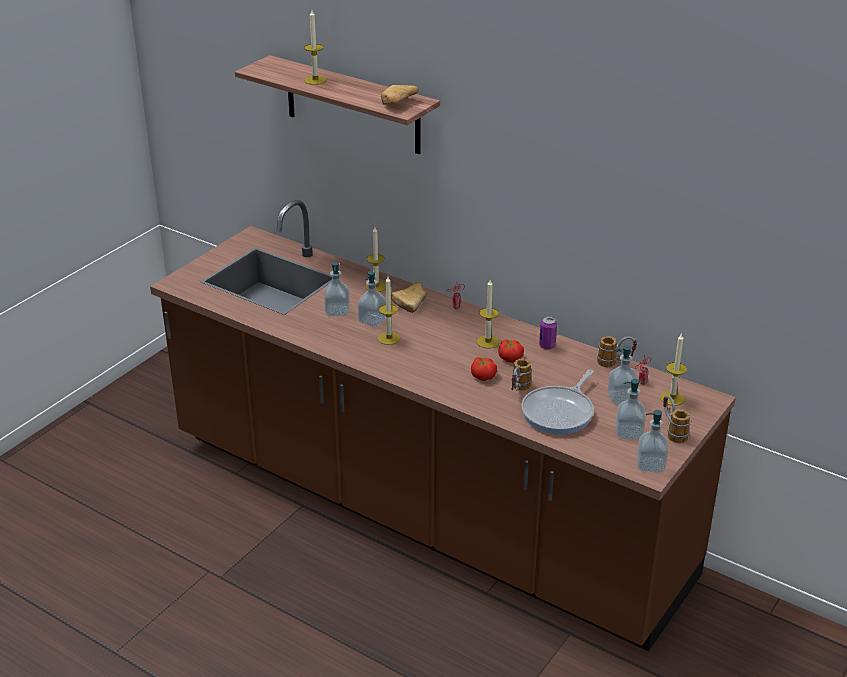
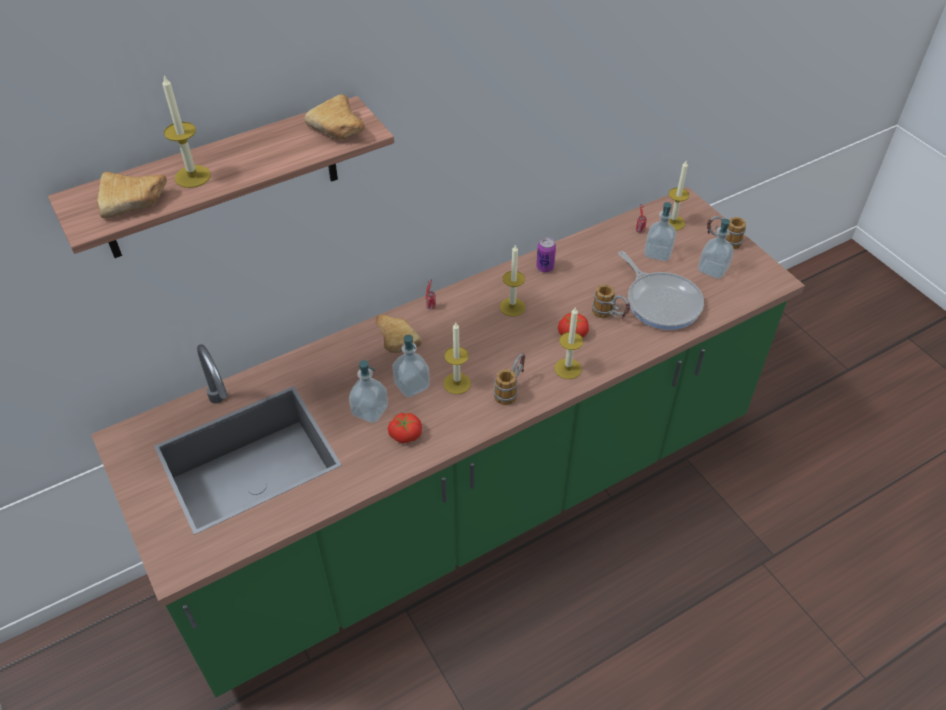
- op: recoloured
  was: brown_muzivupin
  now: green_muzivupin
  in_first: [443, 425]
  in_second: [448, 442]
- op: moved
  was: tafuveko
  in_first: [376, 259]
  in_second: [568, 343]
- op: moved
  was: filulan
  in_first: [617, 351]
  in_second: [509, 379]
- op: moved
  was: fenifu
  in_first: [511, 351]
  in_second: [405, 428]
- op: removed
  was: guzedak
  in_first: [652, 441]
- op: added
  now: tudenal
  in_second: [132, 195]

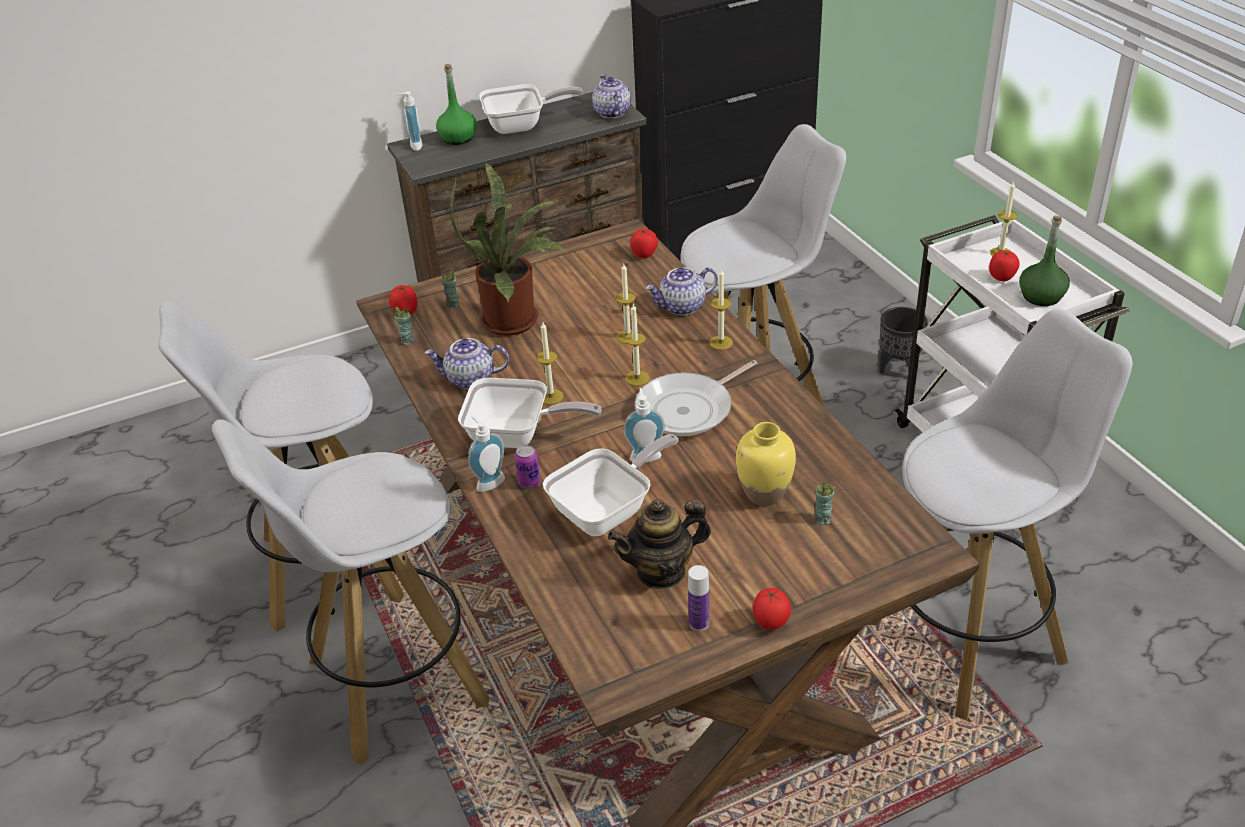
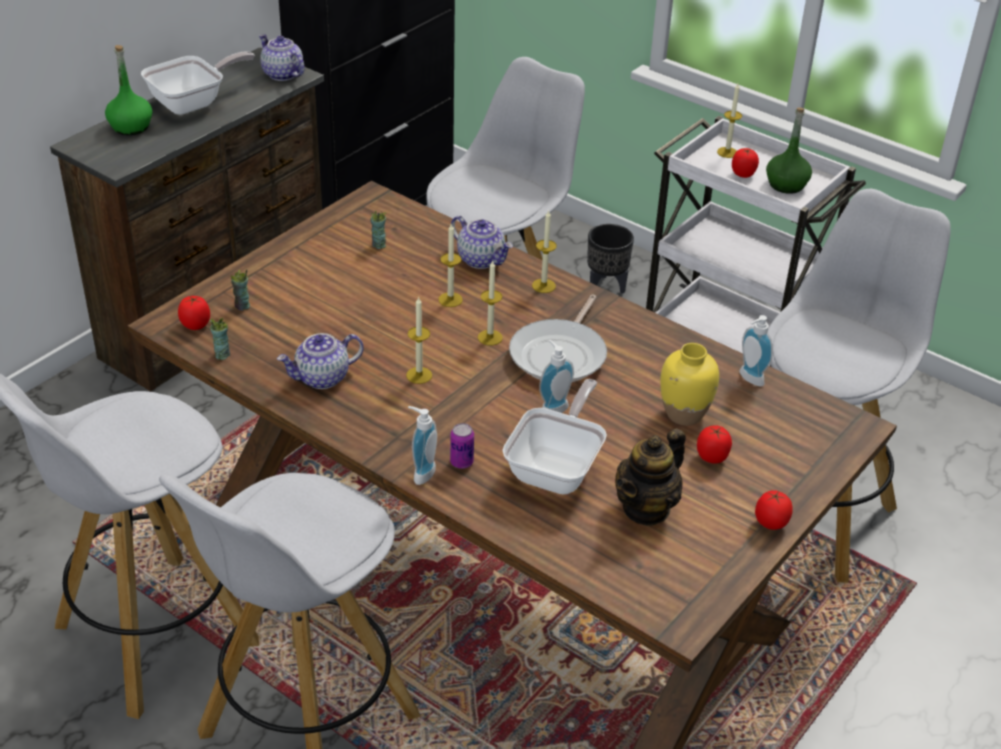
- op: moved
  was: guzedak
  in_first: [409, 121]
  in_second: [756, 350]
- op: removed
  was: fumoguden
  in_first: [508, 249]
- op: moved
  was: fenifu
  in_first: [644, 243]
  in_second: [714, 444]
- op: turned
  was: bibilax
  in_first: [682, 291]
  in_second: [482, 242]
  clockwise: -90
- op: removed
  was: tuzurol
  in_first: [530, 413]
- op: moved
  was: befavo
  in_first: [825, 503]
  in_second: [378, 230]
- op: removed
  was: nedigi
  in_first: [698, 598]

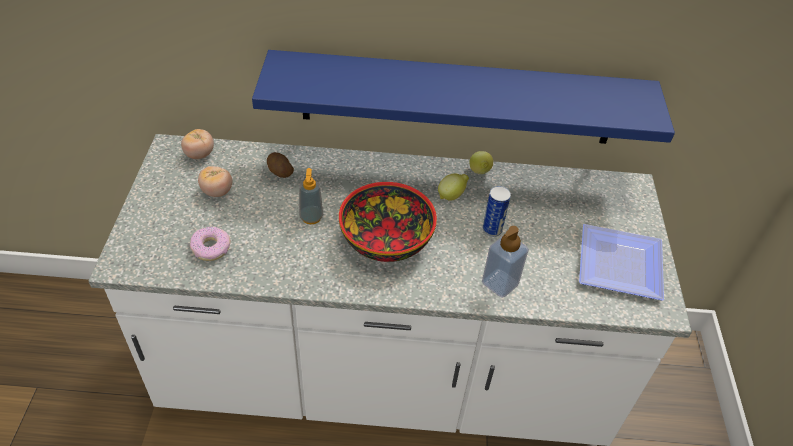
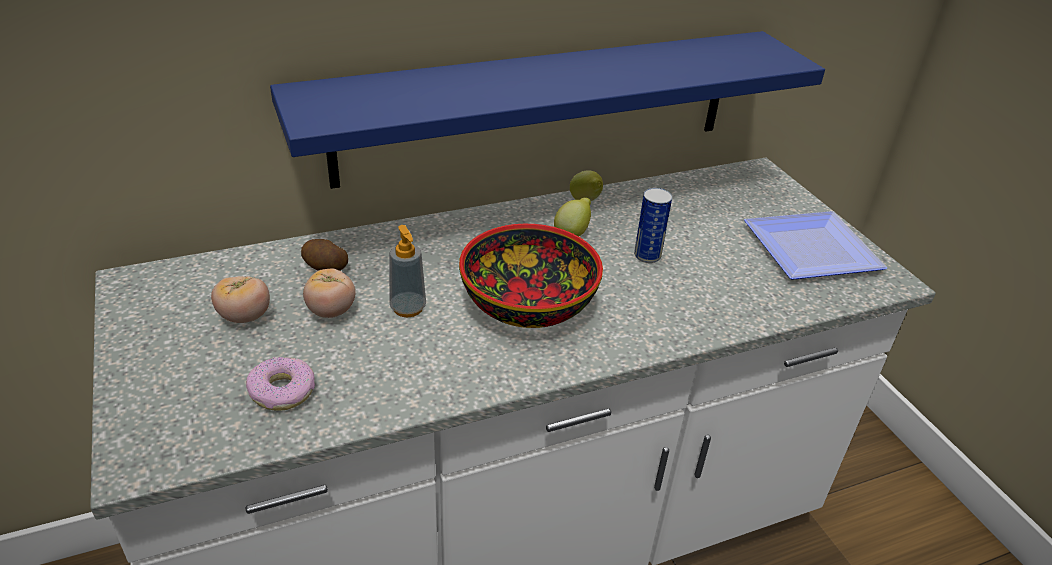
- op: moved
  was: fenifu
  in_first: [197, 144]
  in_second: [329, 293]
- op: removed
  was: guzedak
  in_first: [505, 262]

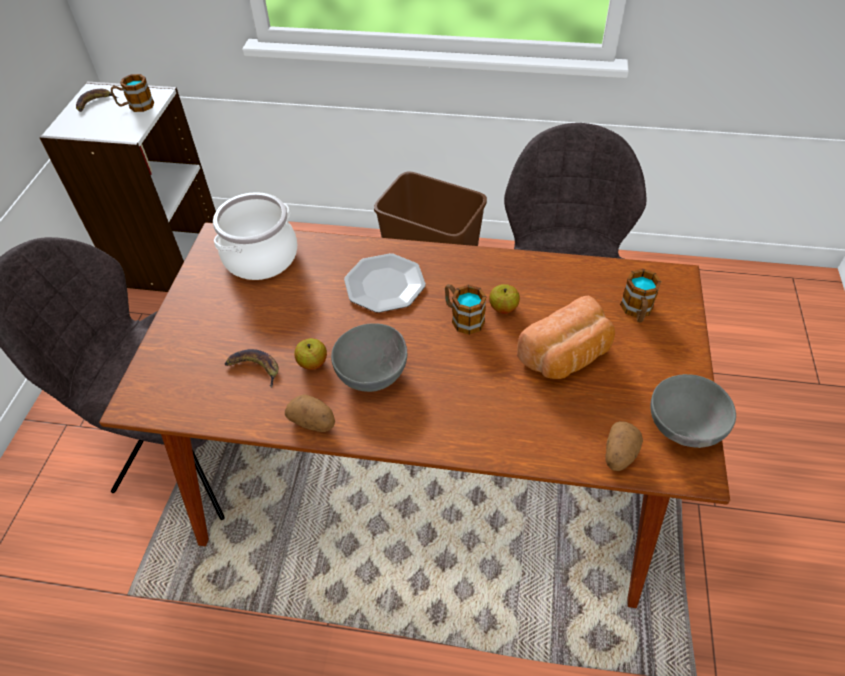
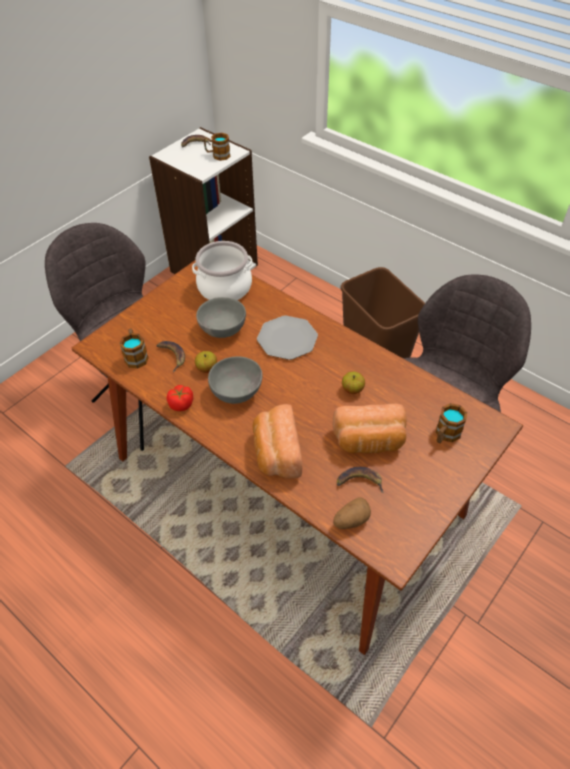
- op: moved
  was: filulan
  in_first: [466, 309]
  in_second: [134, 348]
- op: moved
  was: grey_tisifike
  in_first: [693, 411]
  in_second: [221, 317]
- op: replaced
  was: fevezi
  now: fenifu
  in_first: [310, 413]
  in_second: [180, 398]
- op: added
  now: tudenal
  in_second: [277, 441]
- op: added
  now: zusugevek
  in_second: [360, 480]

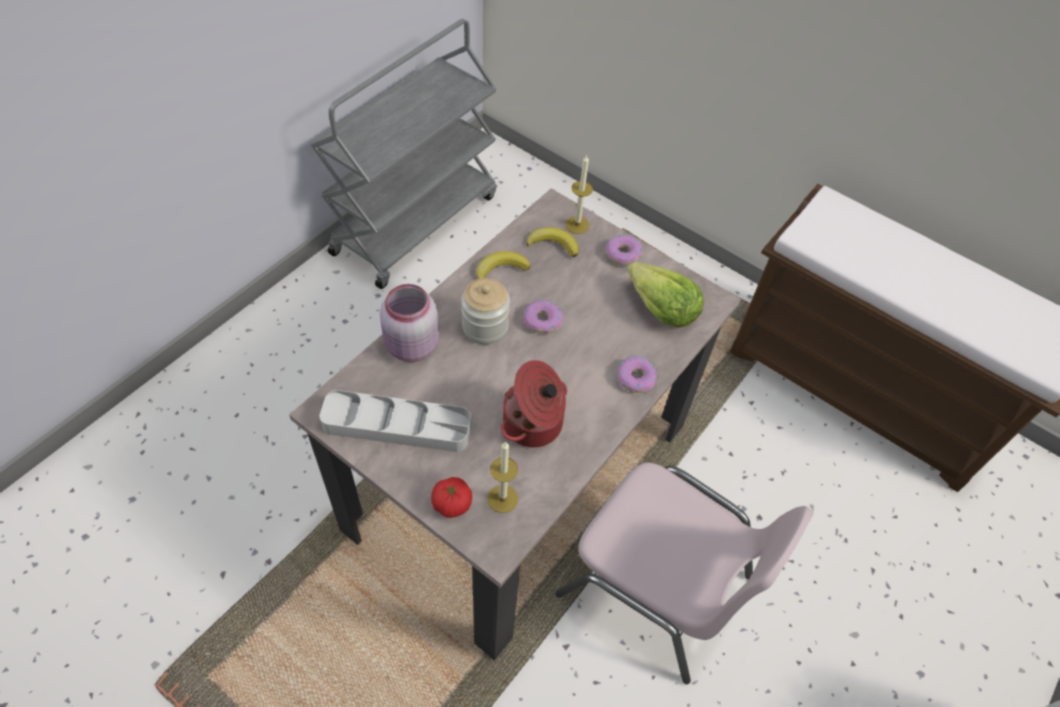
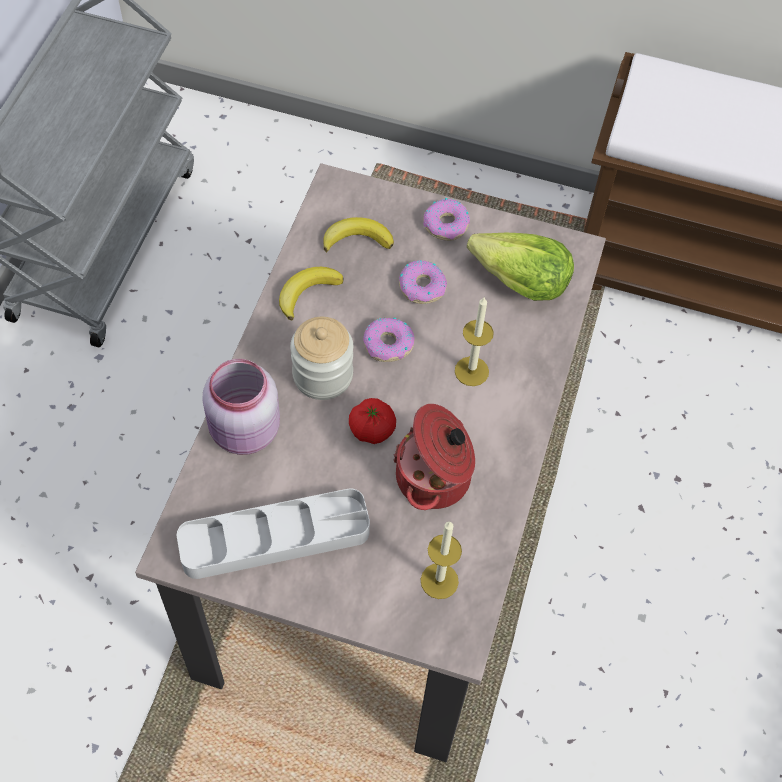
- op: moved
  was: tafuveko
  in_first: [579, 194]
  in_second: [474, 341]
- op: moved
  was: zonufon
  in_first: [637, 374]
  in_second: [423, 282]
- op: removed
  was: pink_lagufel
  in_first: [684, 573]
- op: moved
  was: fenifu
  in_first: [451, 497]
  in_second: [372, 421]

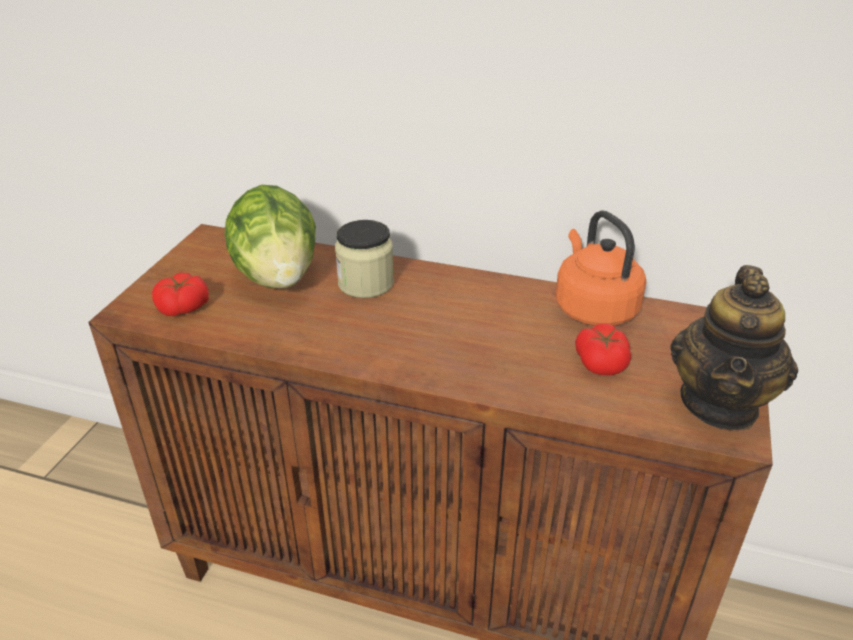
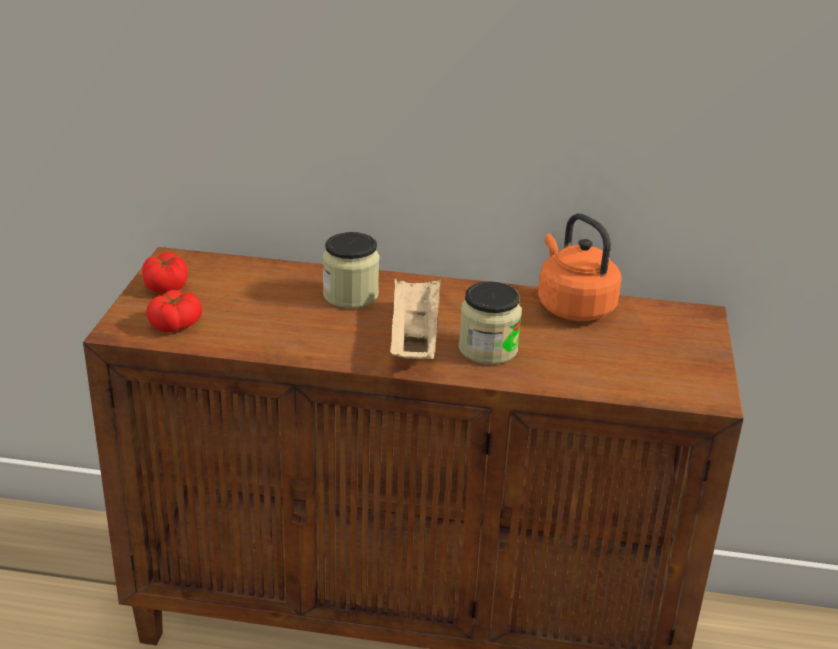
- op: removed
  was: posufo
  in_first: [270, 236]
- op: removed
  was: bibilax
  in_first: [734, 348]
- op: moved
  was: fenifu
  in_first: [603, 349]
  in_second: [165, 272]
- op: added
  now: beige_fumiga
  in_second: [415, 318]
- op: added
  now: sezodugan
  in_second: [490, 322]

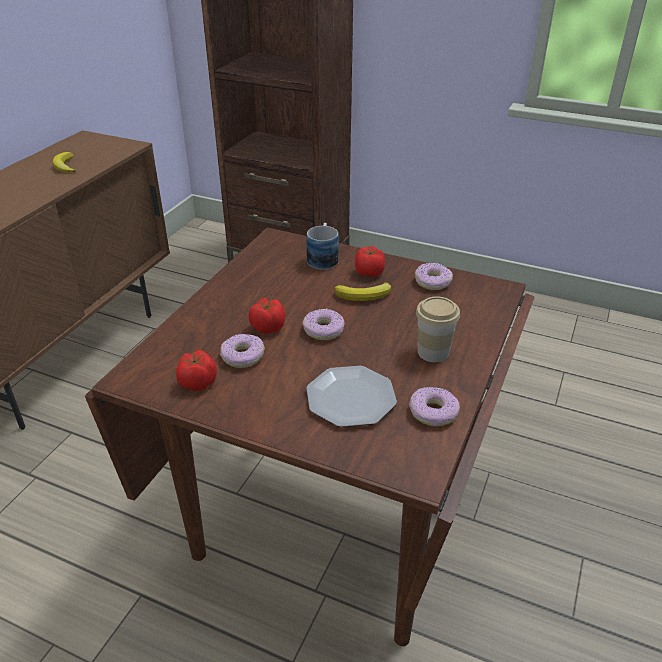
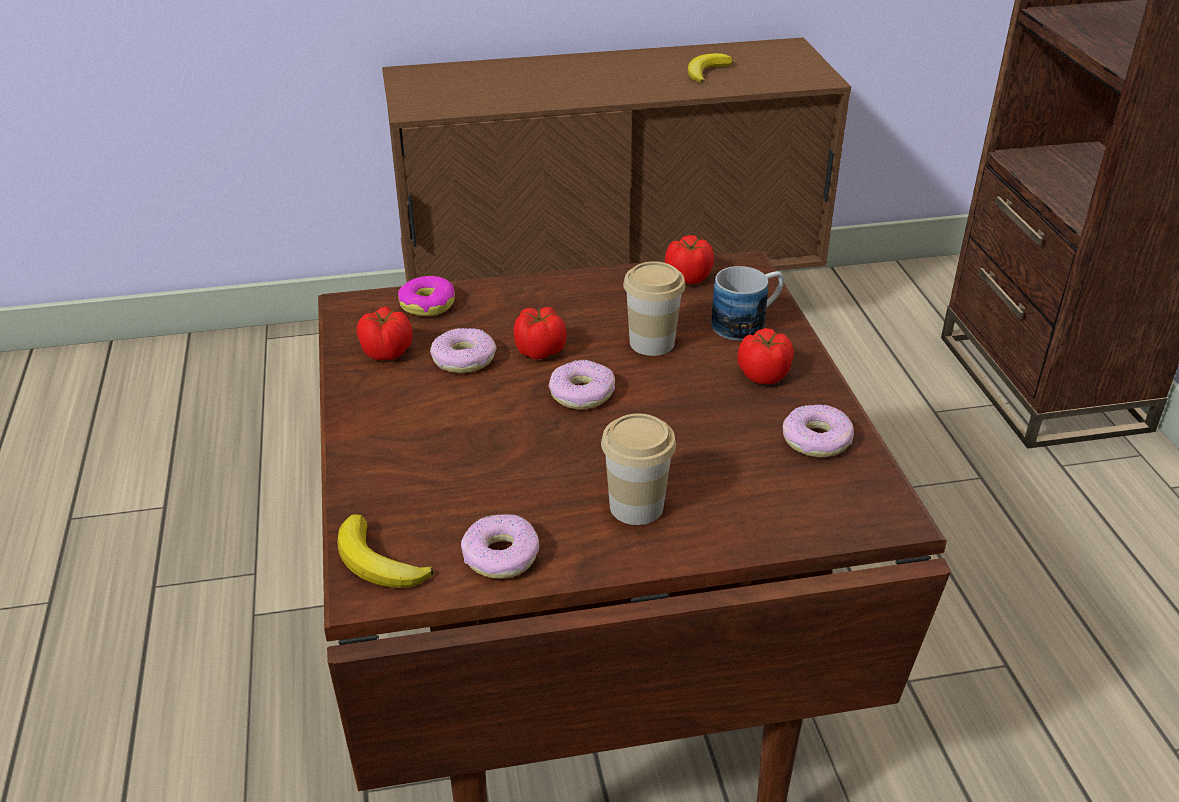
- op: moved
  was: zusugevek
  in_first: [363, 291]
  in_second: [385, 551]
- op: removed
  was: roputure
  in_first: [351, 396]
- op: added
  now: fenifu
  in_second: [689, 259]
- op: added
  now: befavo
  in_second: [654, 309]
- op: added
  now: zonufon
  in_second: [426, 296]

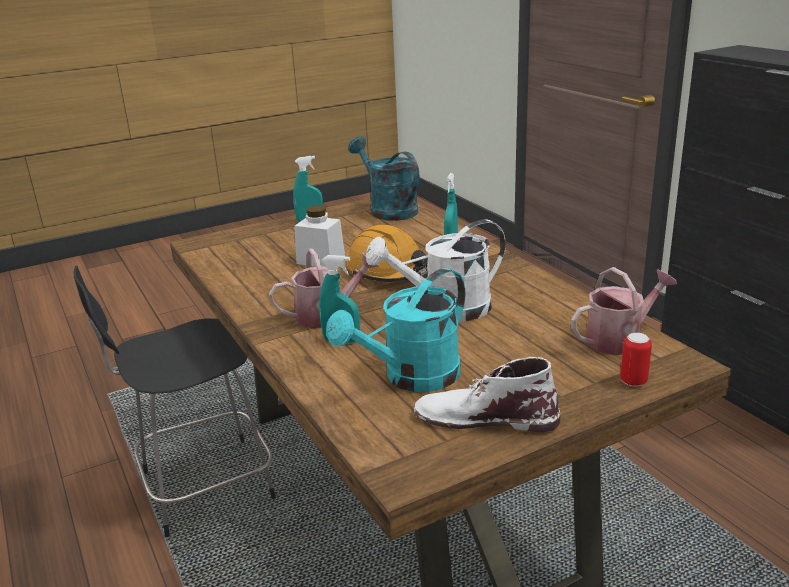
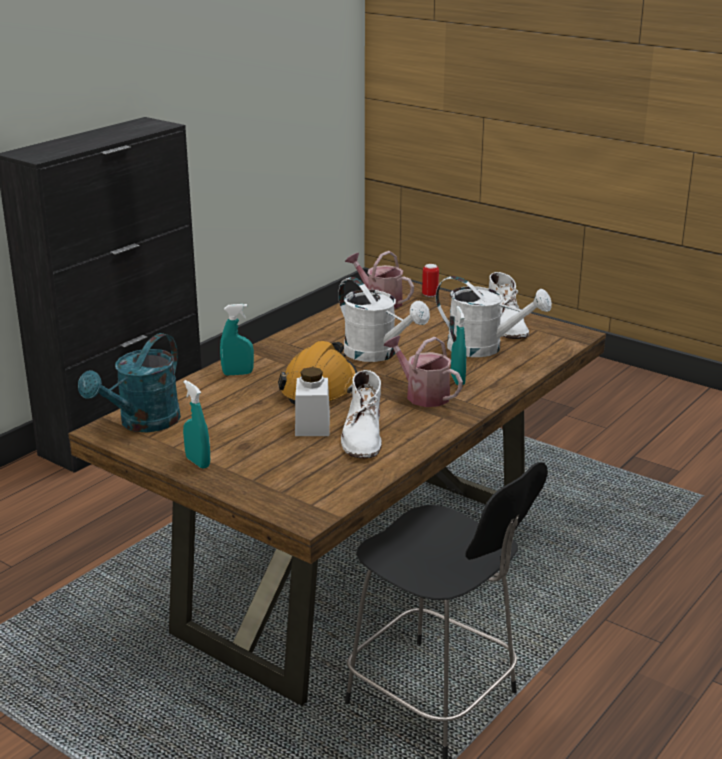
- op: recoloured
  was: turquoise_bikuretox
  now: white_bikuretox
  in_first: [395, 330]
  in_second: [494, 316]
- op: added
  now: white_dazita
  in_second: [361, 414]

